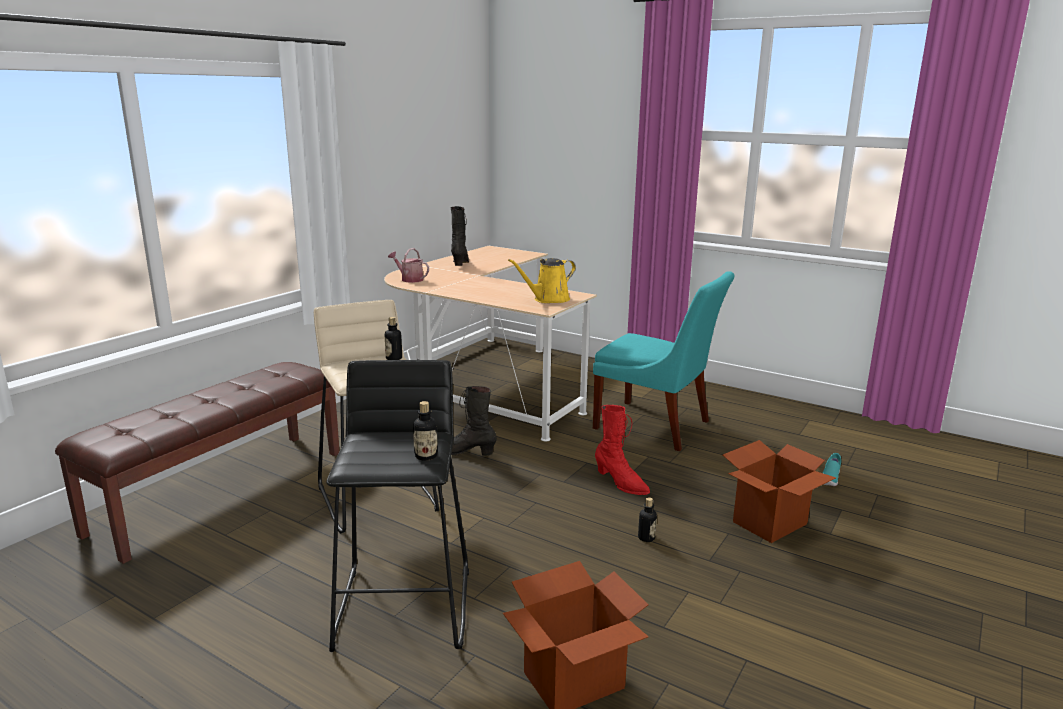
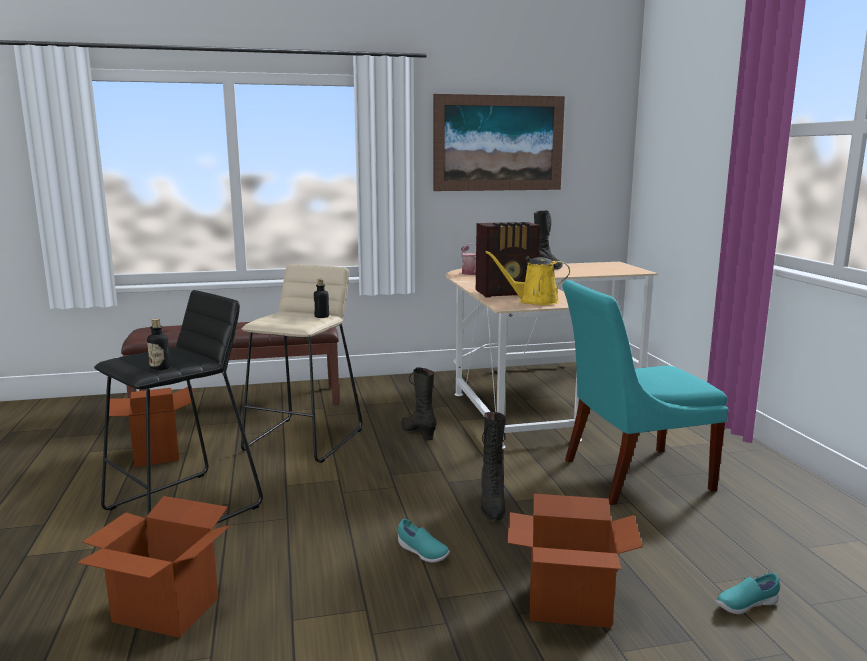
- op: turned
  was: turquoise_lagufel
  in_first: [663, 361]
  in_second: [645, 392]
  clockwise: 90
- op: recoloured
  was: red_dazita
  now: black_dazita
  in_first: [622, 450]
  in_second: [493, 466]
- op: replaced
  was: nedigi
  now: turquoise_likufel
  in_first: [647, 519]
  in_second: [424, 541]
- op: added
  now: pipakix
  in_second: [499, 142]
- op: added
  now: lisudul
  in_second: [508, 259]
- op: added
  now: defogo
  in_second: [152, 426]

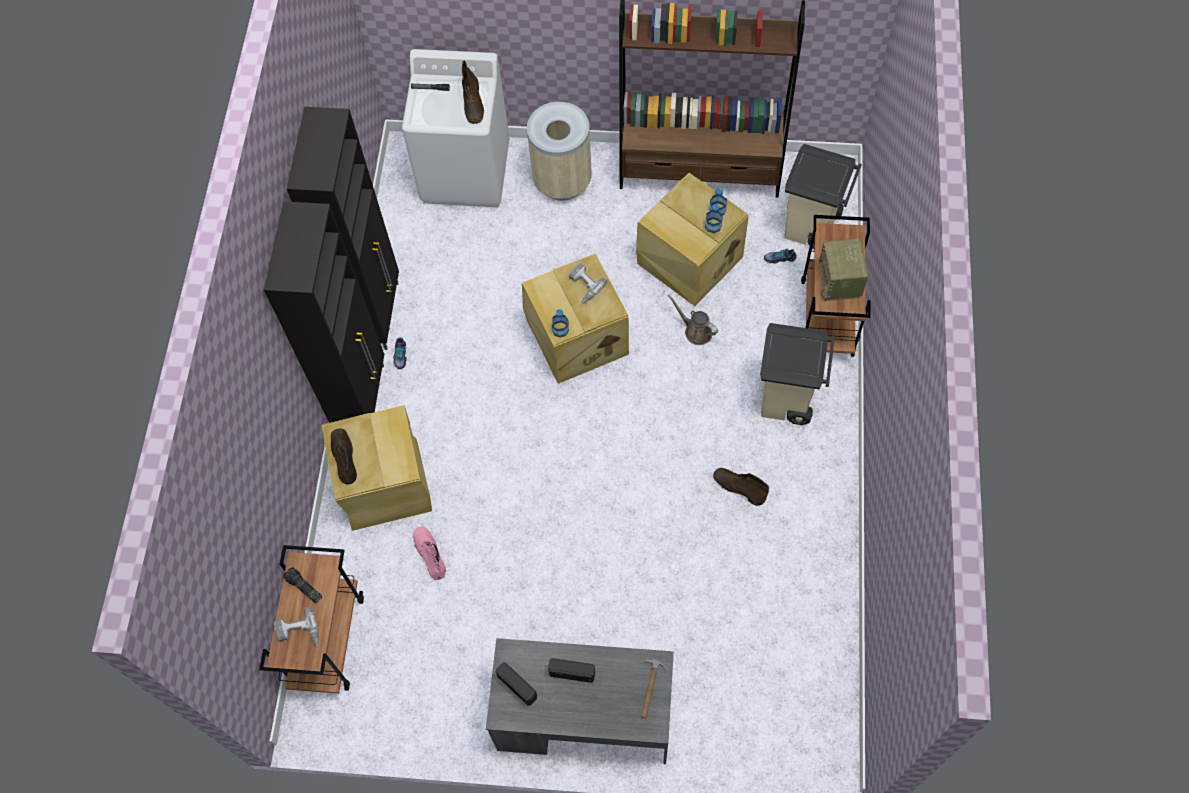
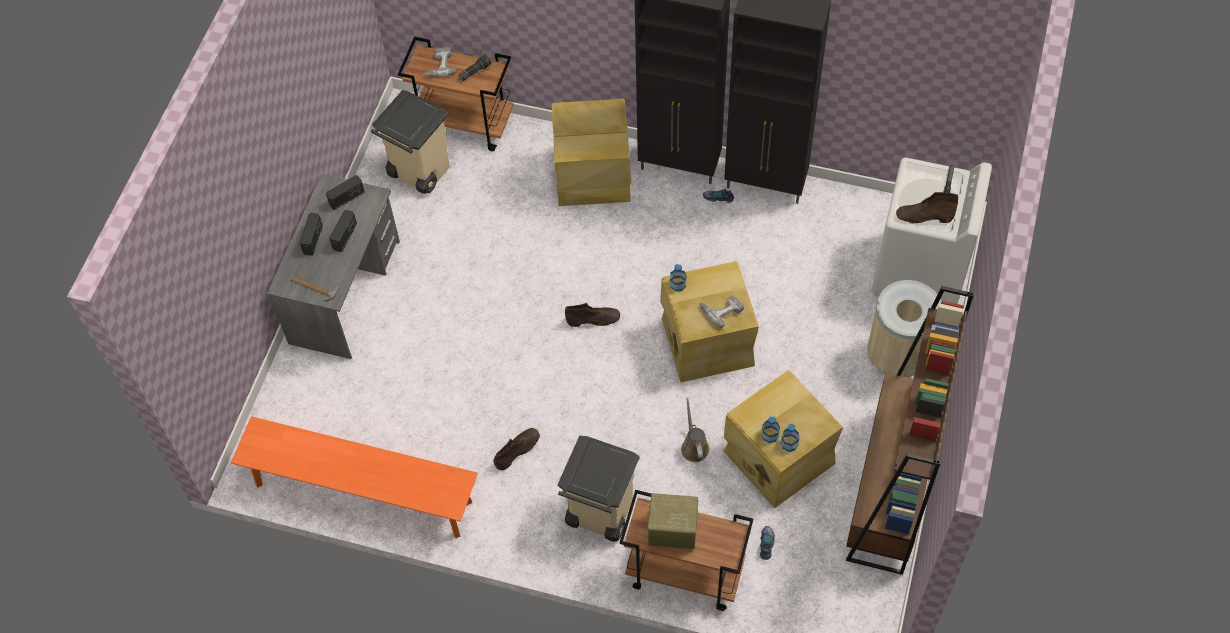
- op: moved
  was: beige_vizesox
  in_first: [823, 196]
  in_second: [410, 142]
- op: turned
  was: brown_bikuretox
  in_first: [693, 319]
  in_second: [695, 430]
  clockwise: -60
- op: moved
  was: brown_dazita
  in_first: [343, 456]
  in_second: [592, 315]
- op: removed
  was: pink_dazita
  in_first: [429, 553]
- op: added
  now: lisudul
  in_second: [311, 234]
- op: added
  now: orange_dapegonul
  in_second: [354, 477]

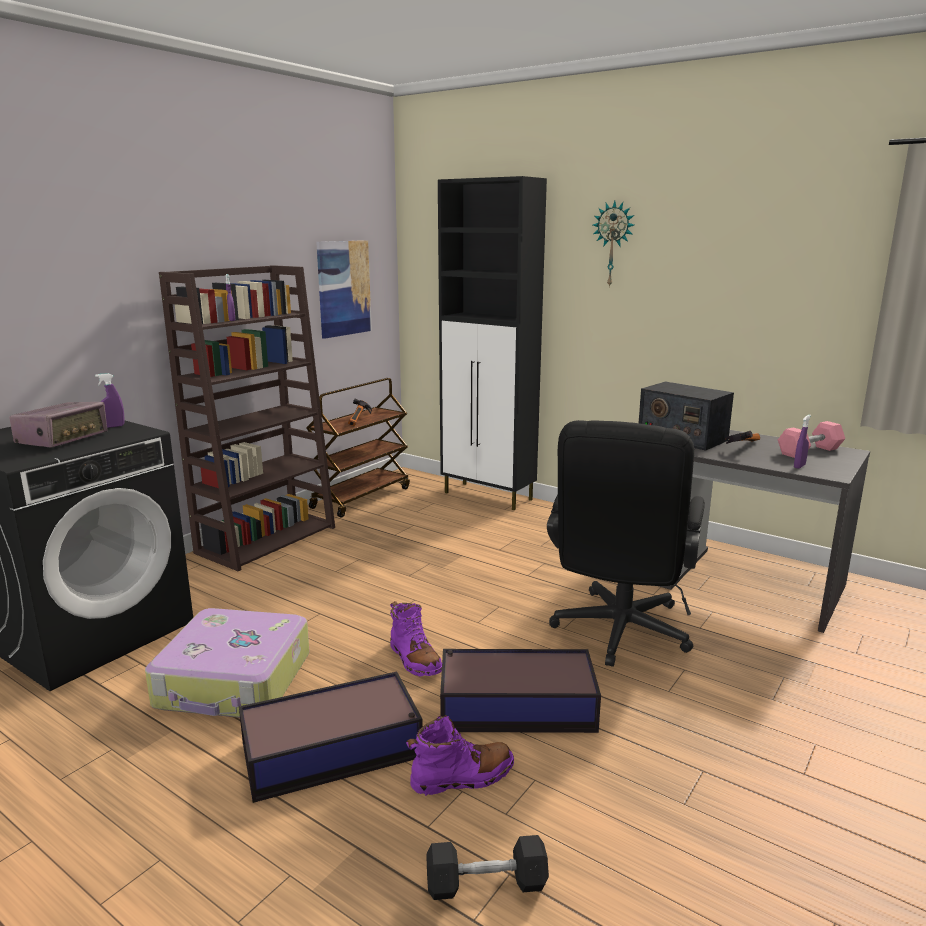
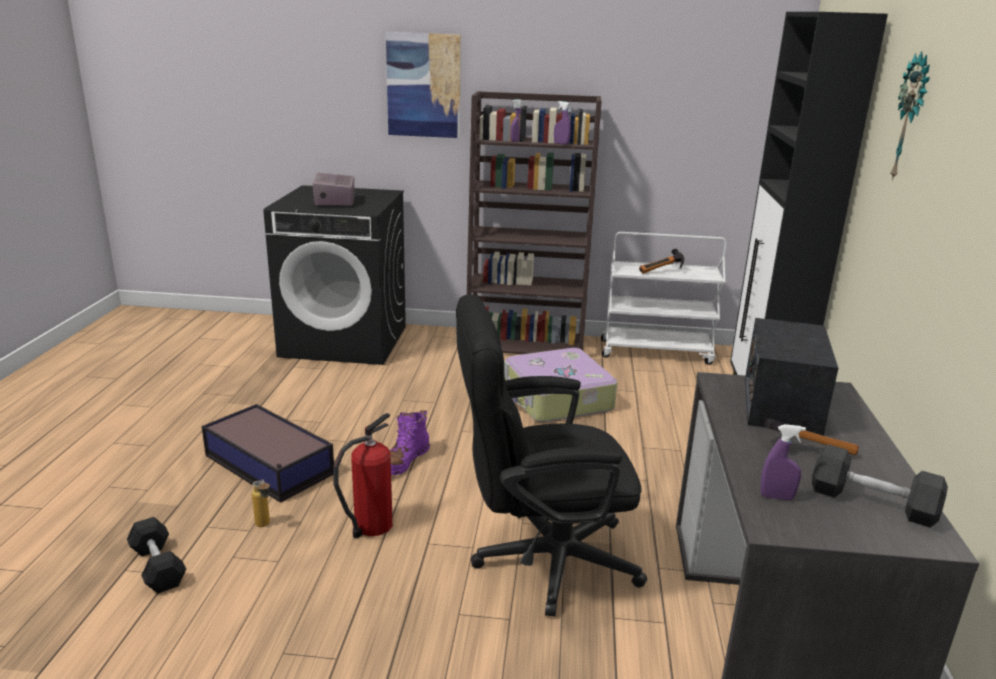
- op: moved
  was: pipakix
  in_first: [344, 289]
  in_second: [423, 85]
- op: moved
  was: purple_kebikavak
  in_first: [109, 400]
  in_second: [562, 123]
- op: recoloured
  was: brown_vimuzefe
  now: white_vimuzefe
  in_first: [358, 448]
  in_second: [664, 298]
- op: turned
  was: lisudul
  in_first: [58, 425]
  in_second: [334, 189]
  clockwise: 90
- op: recoloured
  was: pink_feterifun
  now: grey_feterifun
  in_first: [811, 439]
  in_second: [880, 486]
- op: moved
  was: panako
  in_first: [227, 663]
  in_second: [560, 385]
- op: replaced
  was: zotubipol
  now: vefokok
  in_first: [520, 691]
  in_second: [363, 475]
- op: replaced
  was: purple_dazita
  now: nedigi
  in_first: [460, 755]
  in_second: [261, 503]

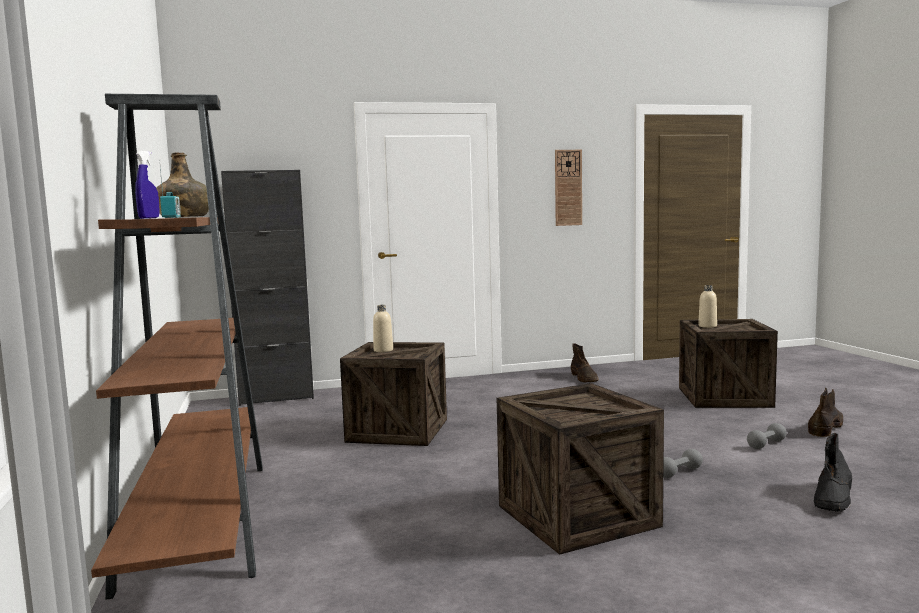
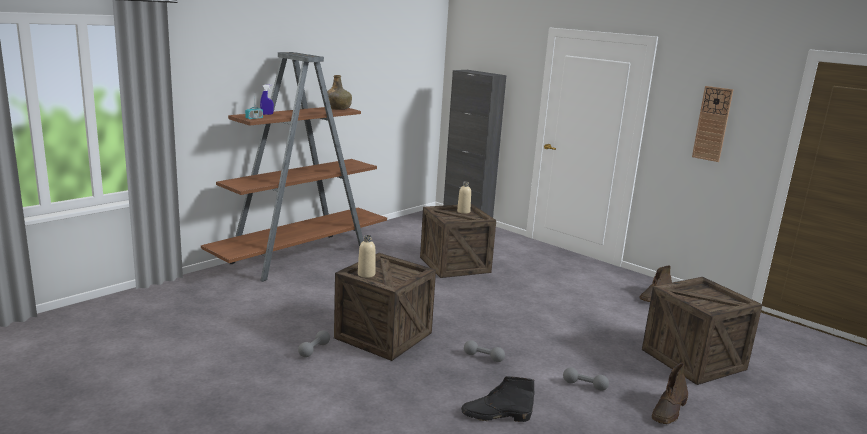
- op: moved
  was: beige_nedigi
  in_first: [707, 306]
  in_second: [366, 256]
- op: turned
  was: brown_dazita
  in_first: [825, 412]
  in_second: [670, 393]
  clockwise: 120
- op: added
  now: grey_feterifun
  in_second: [314, 344]

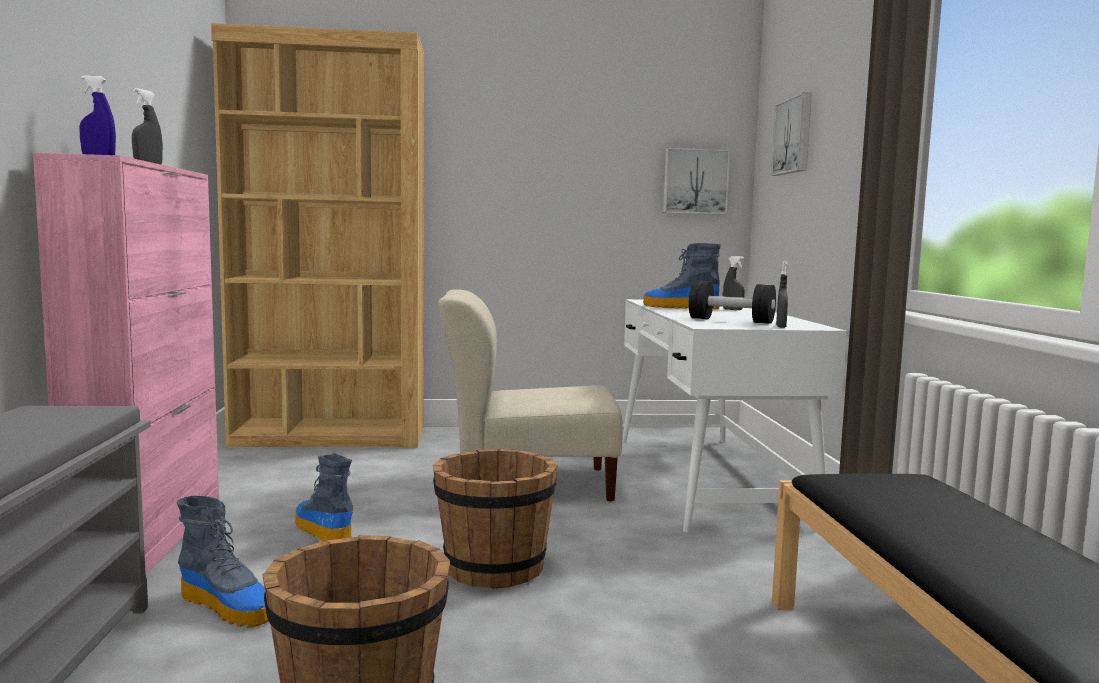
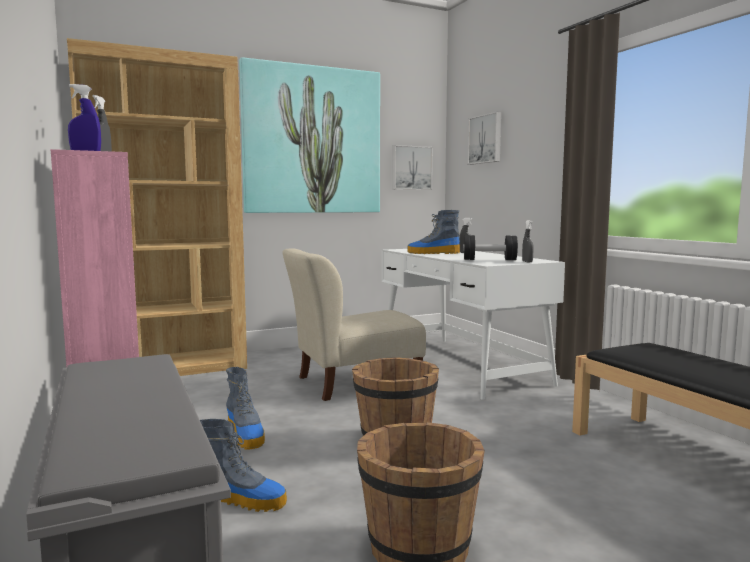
- op: turned
  was: dazita
  in_first: [324, 497]
  in_second: [245, 408]
  clockwise: -150
- op: added
  now: pipakix
  in_second: [309, 135]

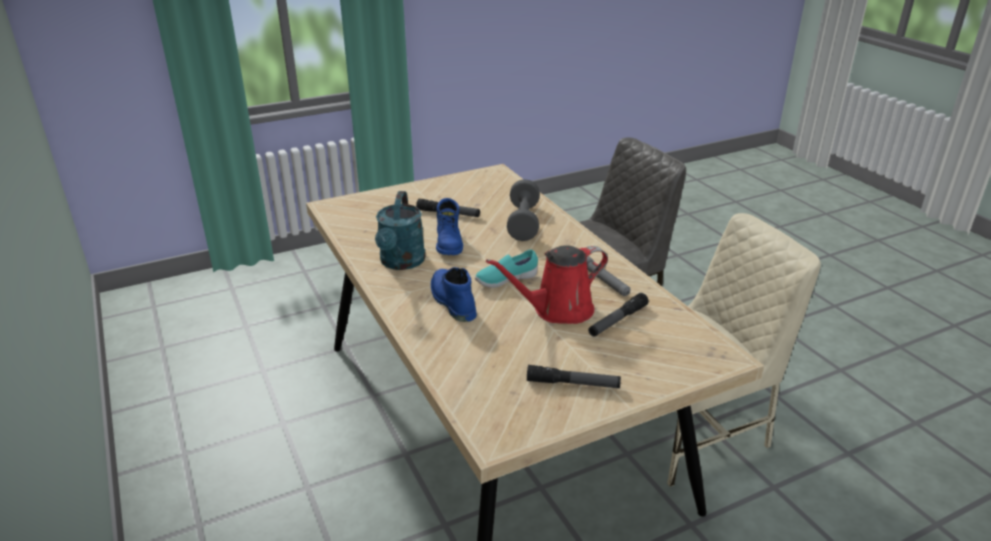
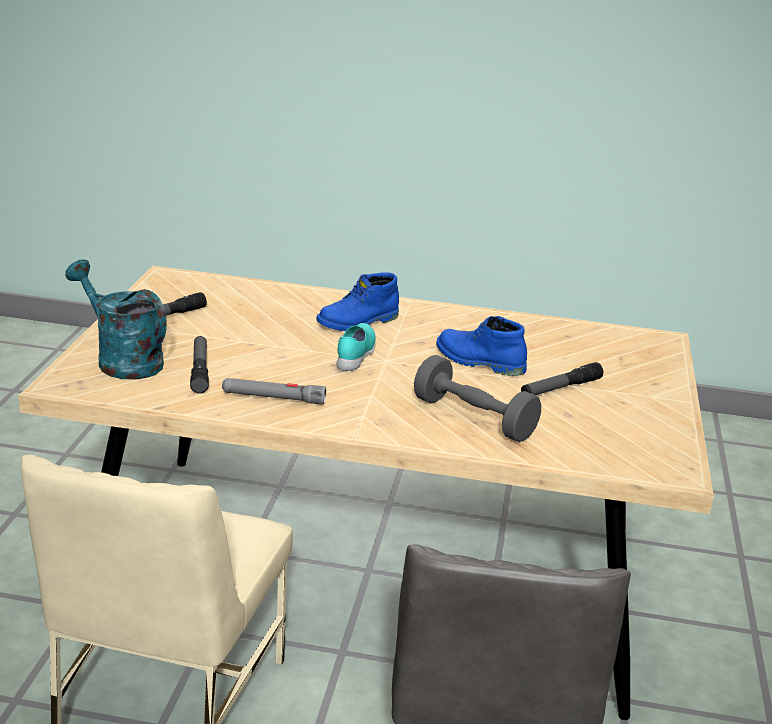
- op: moved
  was: turquoise_bikuretox
  in_first: [400, 230]
  in_second: [116, 319]
- op: removed
  was: red_bikuretox
  in_first: [547, 284]
- op: turned
  was: blue_dazita
  in_first: [454, 294]
  in_second: [357, 301]
  clockwise: 135

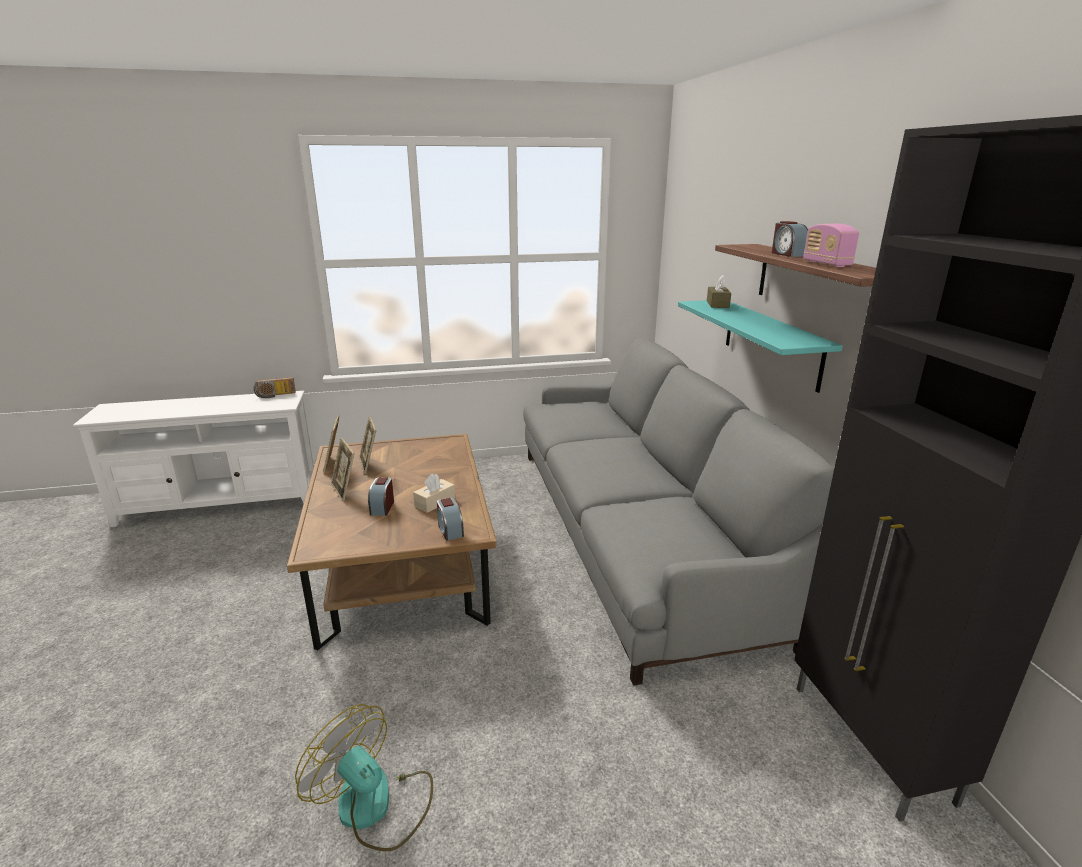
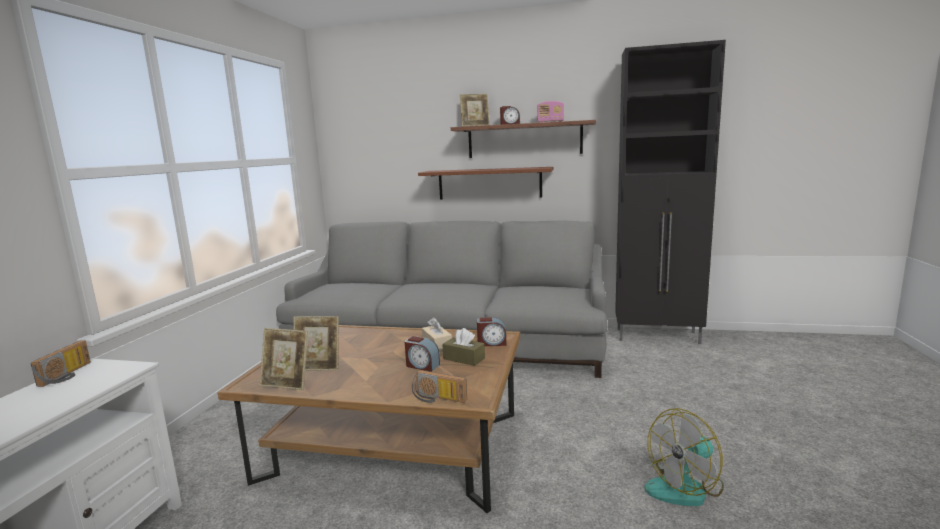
- op: moved
  was: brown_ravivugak
  in_first: [719, 291]
  in_second: [463, 347]
- op: recoloured
  was: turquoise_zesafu
  now: brown_zesafu
  in_first: [760, 346]
  in_second: [485, 183]
- op: moved
  was: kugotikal
  in_first: [342, 469]
  in_second: [475, 110]
- op: added
  now: lisudul
  in_second: [439, 386]

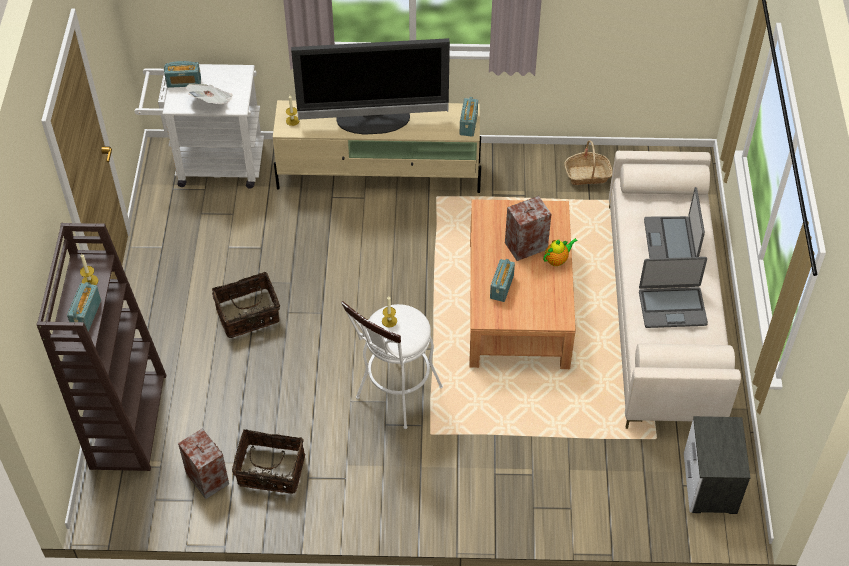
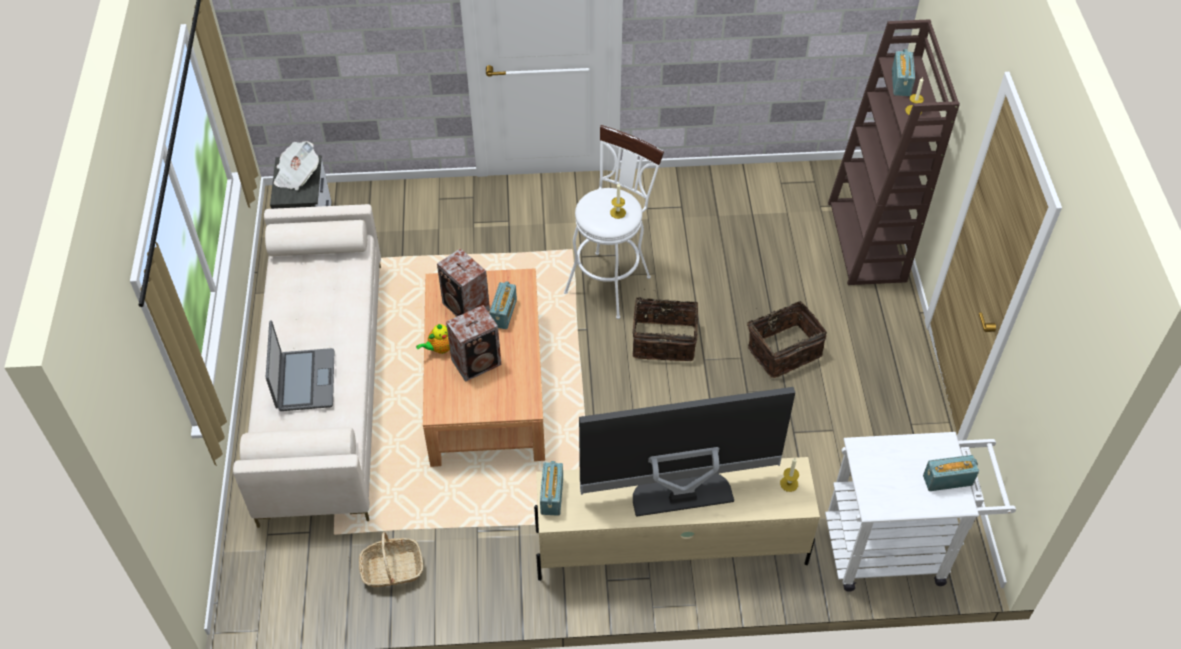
- op: moved
  was: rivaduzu
  in_first: [209, 94]
  in_second: [296, 165]
- op: removed
  was: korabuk
  in_first: [673, 292]
- op: moved
  was: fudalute
  in_first: [203, 463]
  in_second: [463, 282]
- op: moved
  was: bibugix
  in_first: [268, 461]
  in_second: [665, 329]

